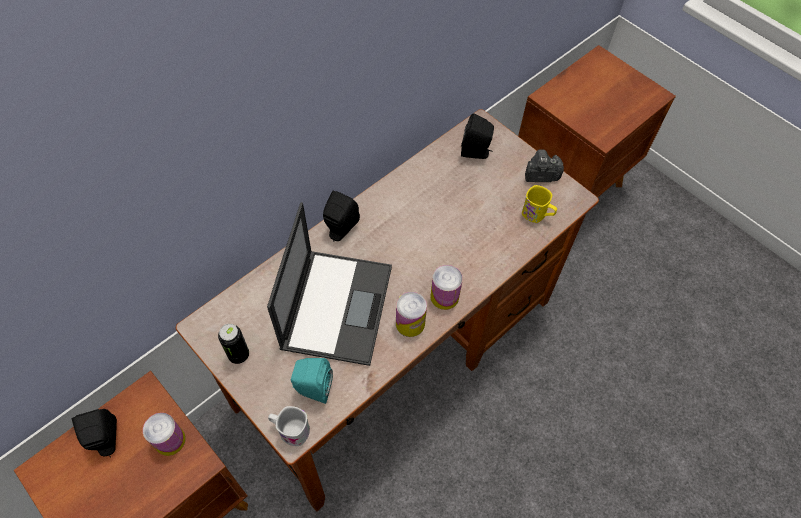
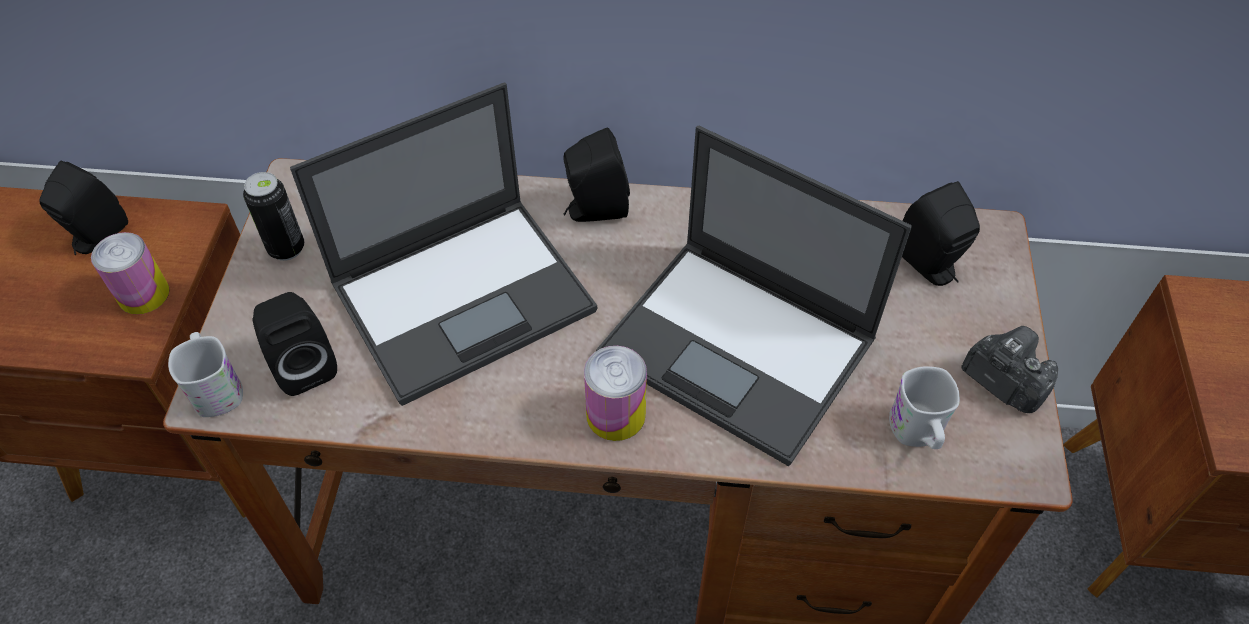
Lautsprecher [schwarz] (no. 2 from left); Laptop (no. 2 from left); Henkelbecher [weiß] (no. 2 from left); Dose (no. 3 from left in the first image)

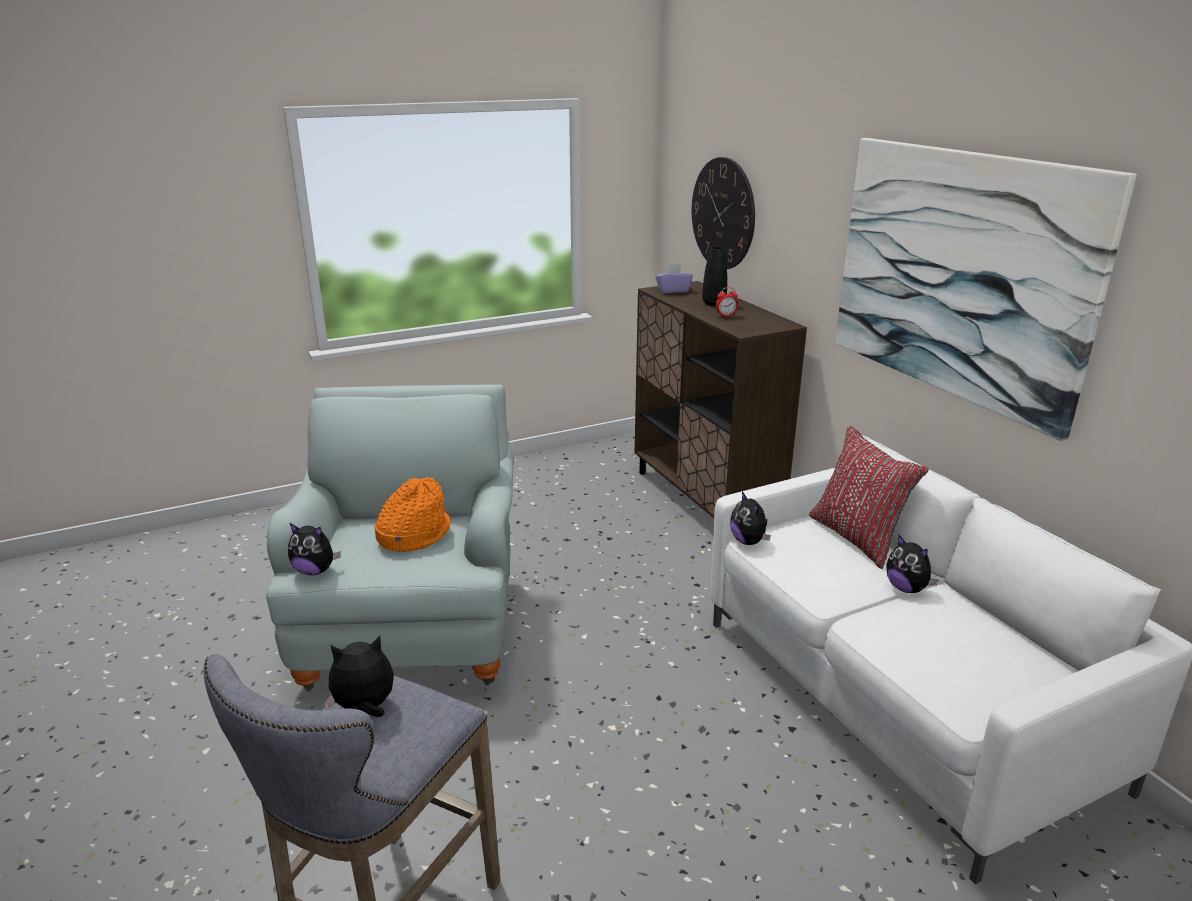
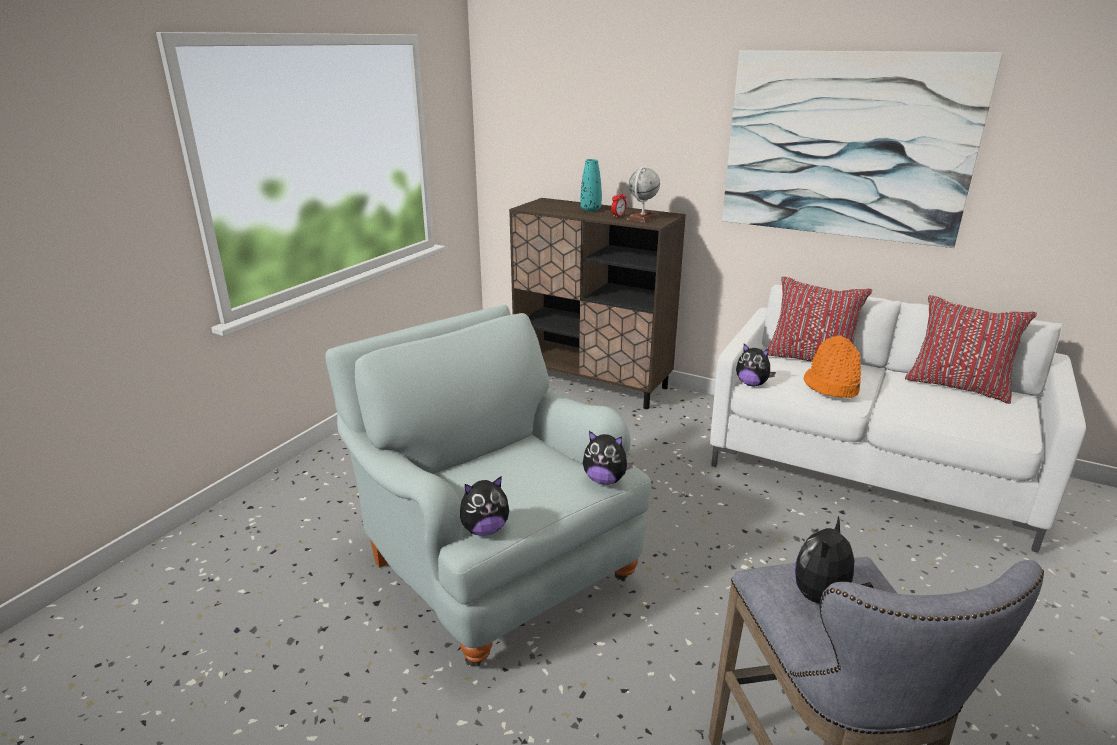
Vase [türkis]; Plüschtier (no. 2 from left); Globus; Hut [orange]; Kissen [rot] (no. 2 from left); Taschentuchbox [lila]; Wanduhr

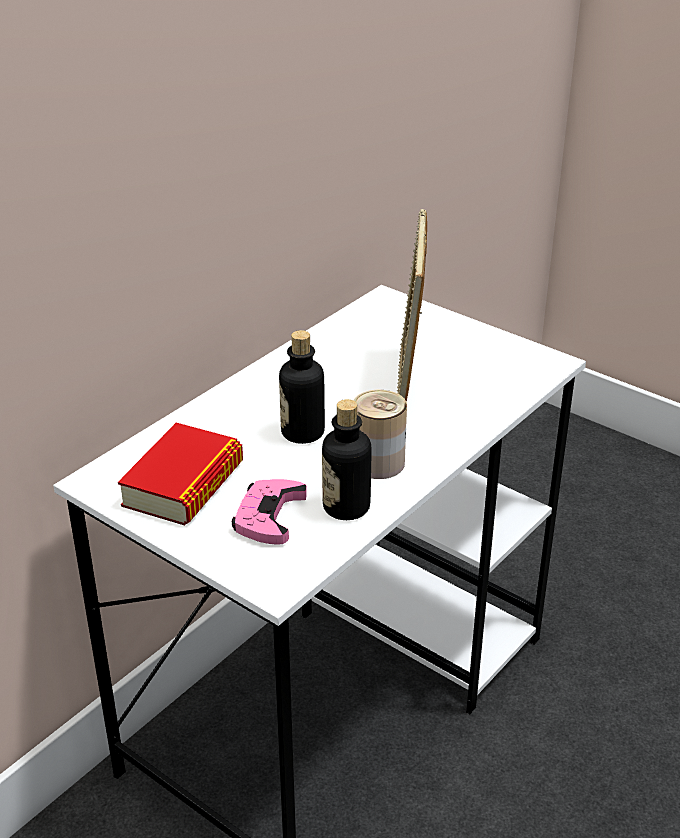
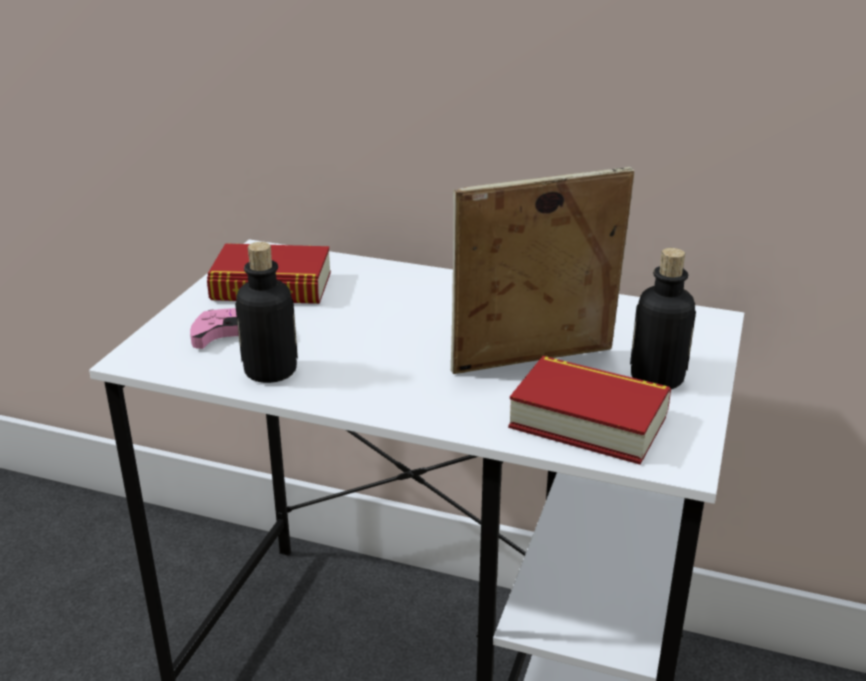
Buch (no. 2 from left); Flasche (no. 2 from left); Dose

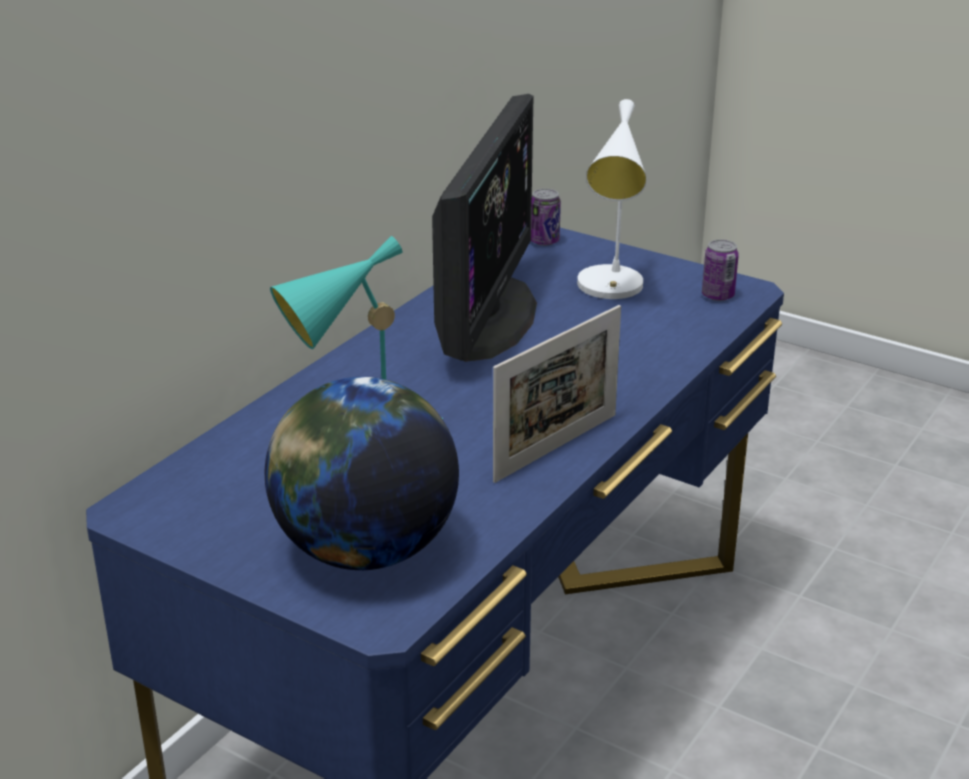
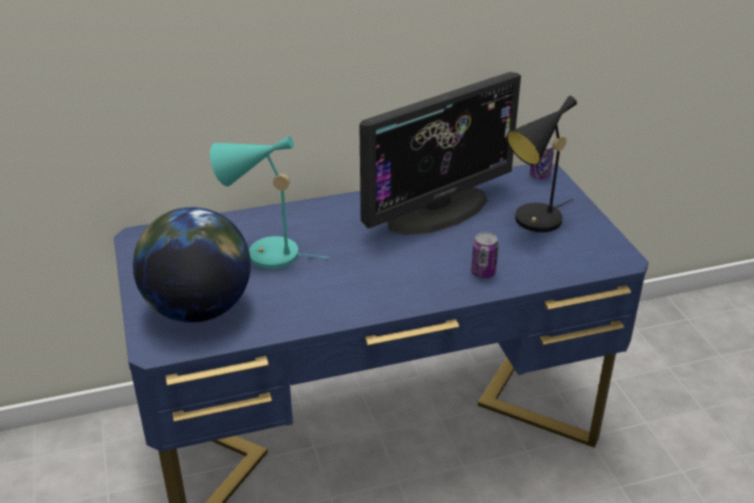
Dose (no. 1 from left); Tischlampe [schwarz]; Bilderrahmen

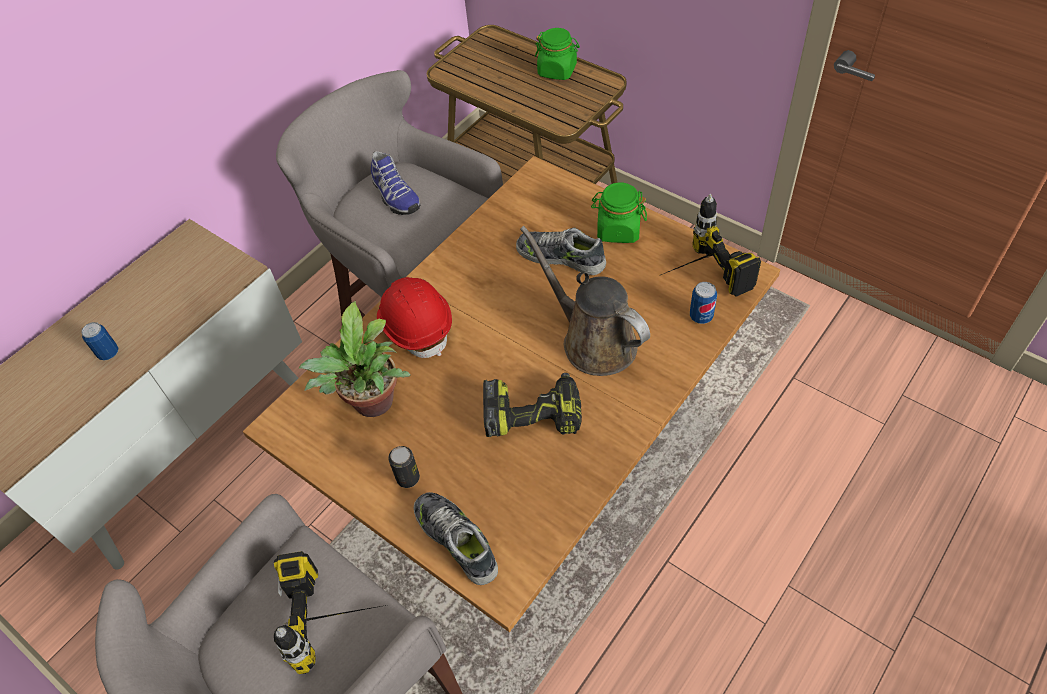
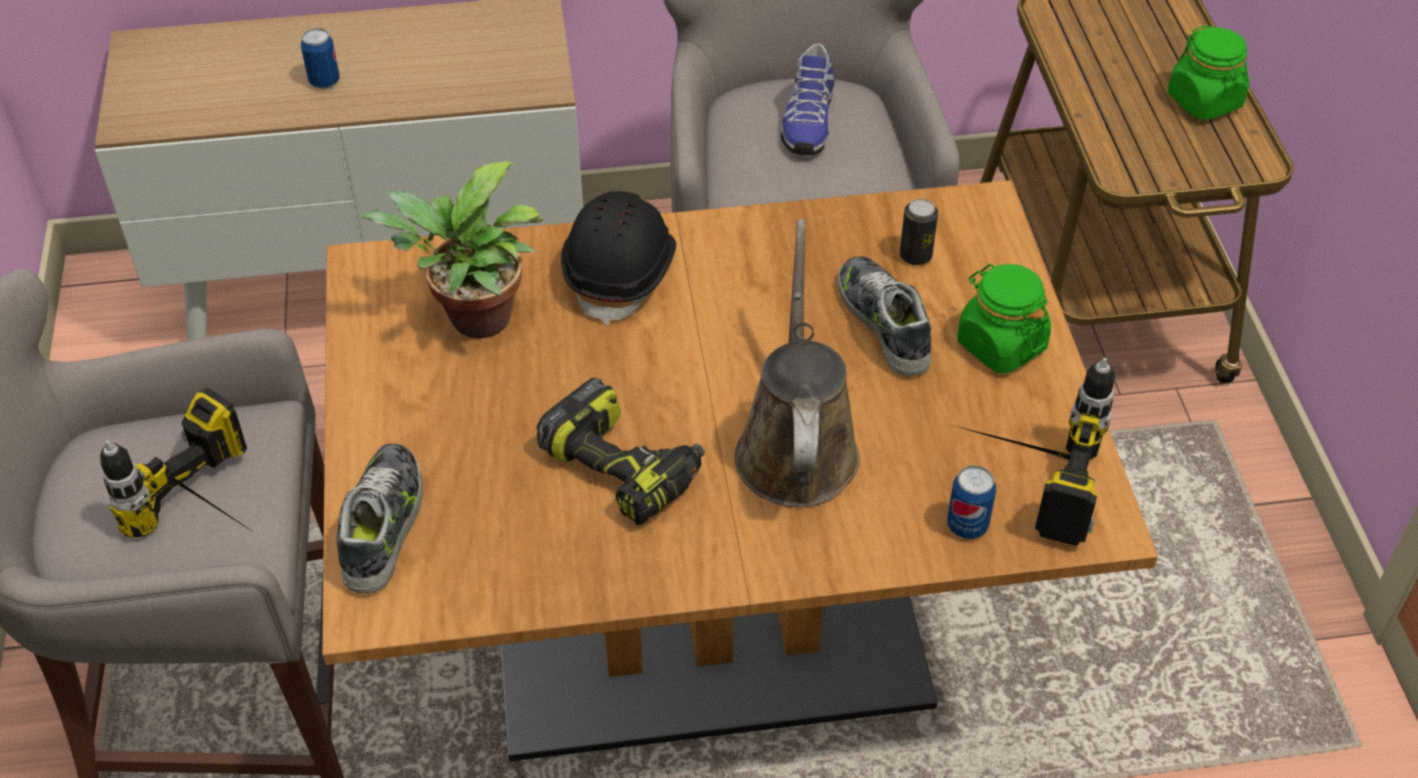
Schutzhelm [schwarz]; Dose (no. 2 from left)

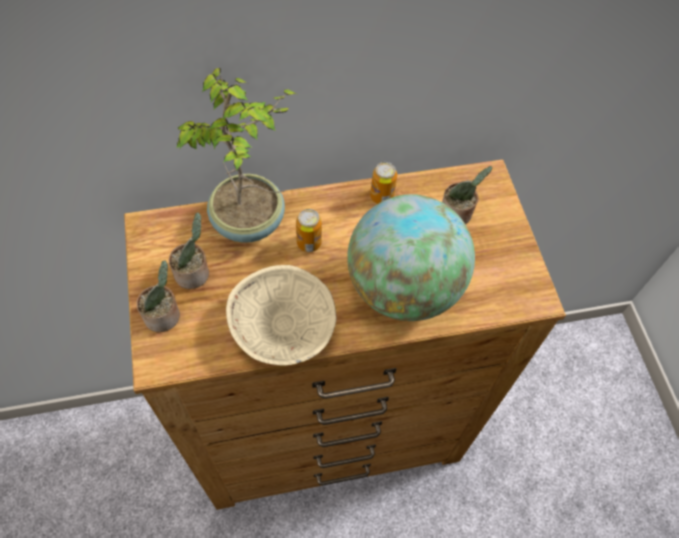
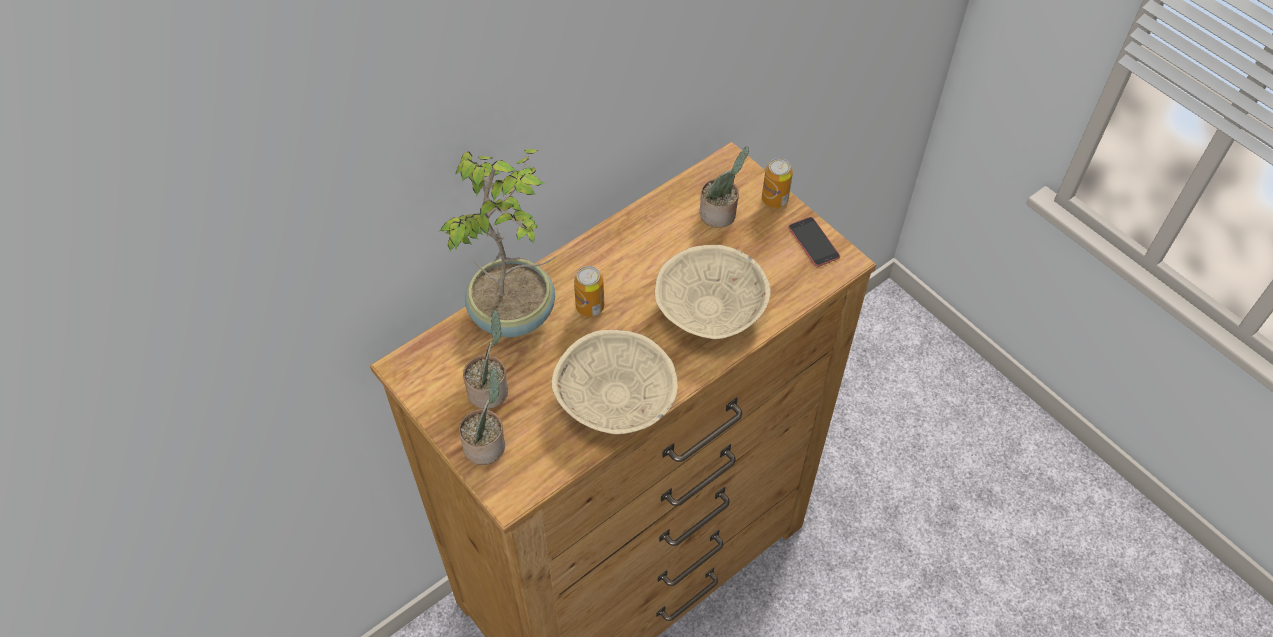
Schüssel [beige] (no. 2 from left); Dose (no. 2 from left); Handy

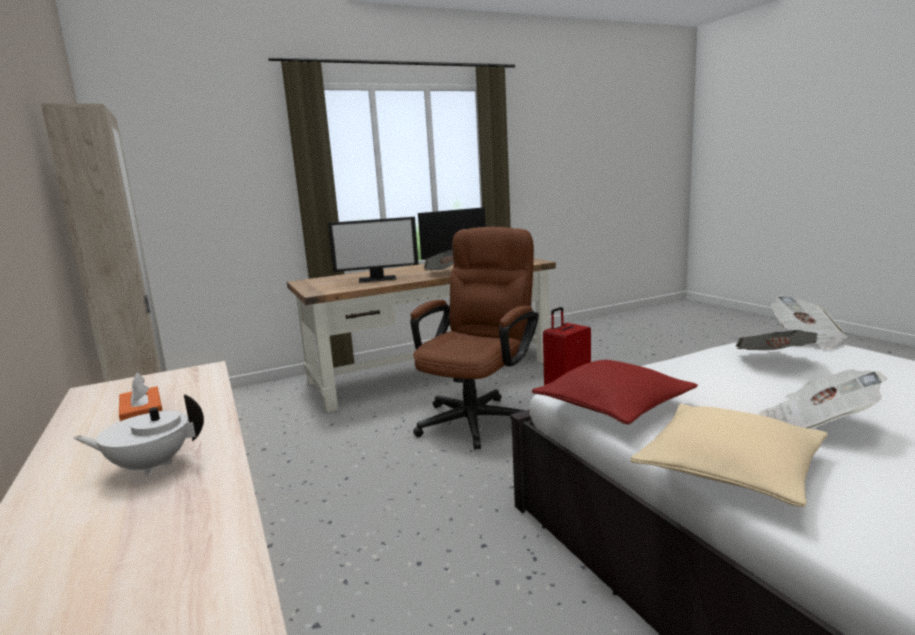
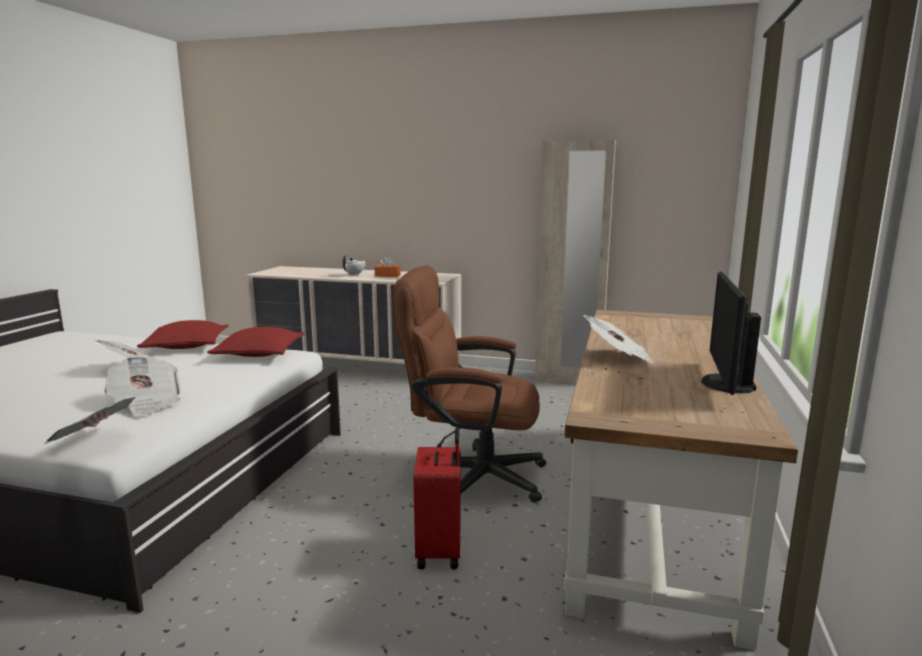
Kissen [rot] (no. 1 from left); Bürostuhl [braun]; Monitor (no. 1 from left in the first image)

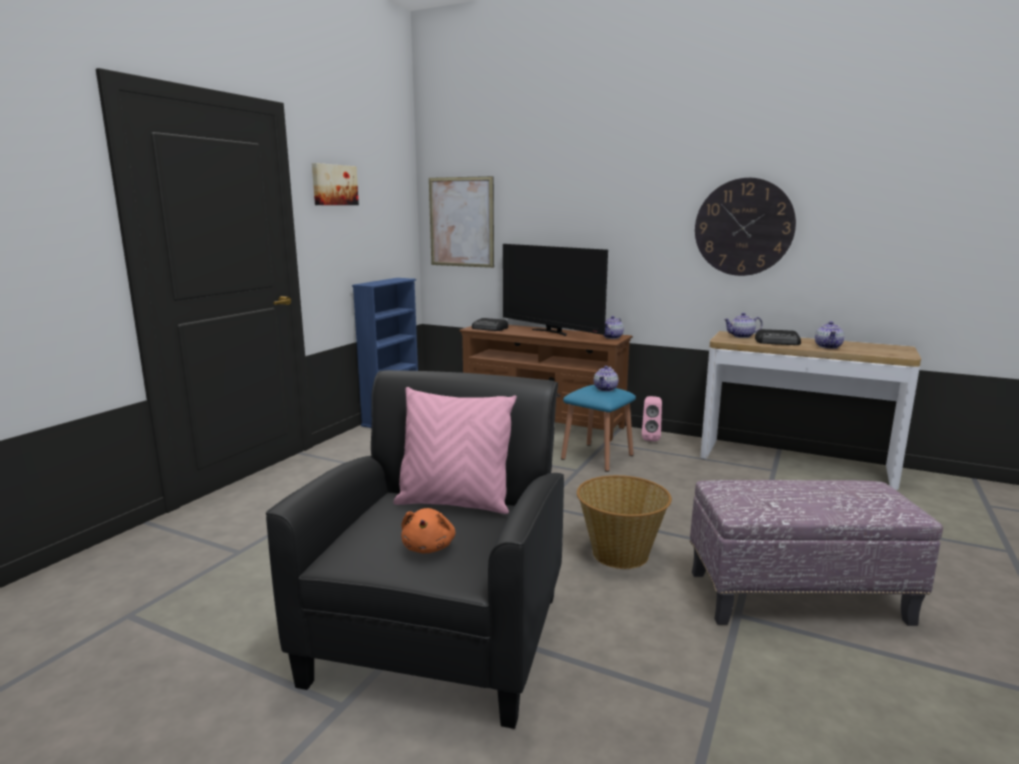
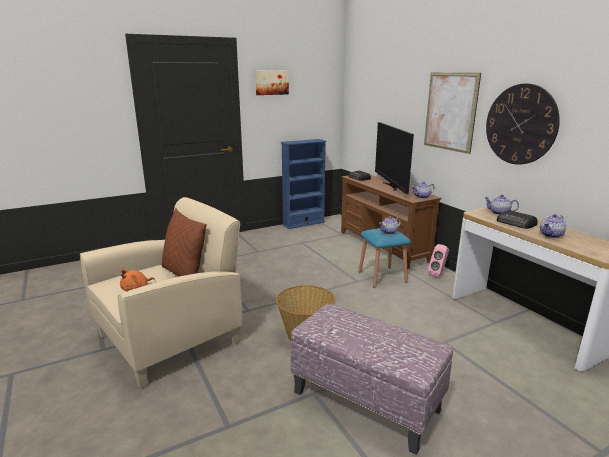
Sessel [beige]; Kissen [braun]; Bild (no. 2 from left)

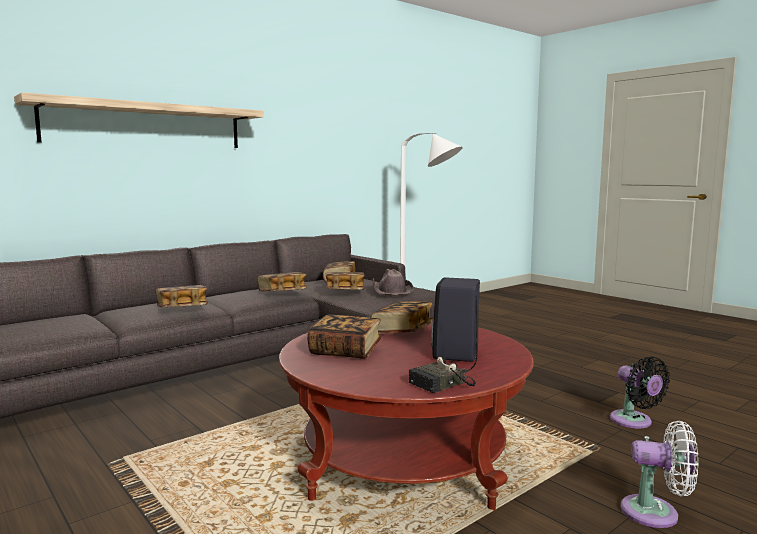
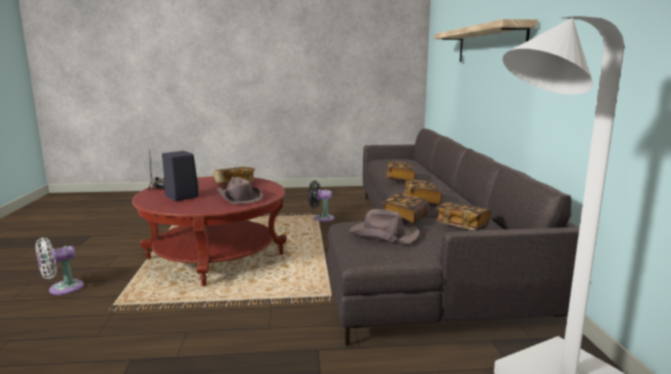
Hut [braun] (no. 1 from left); Ventilator [schwarz]

